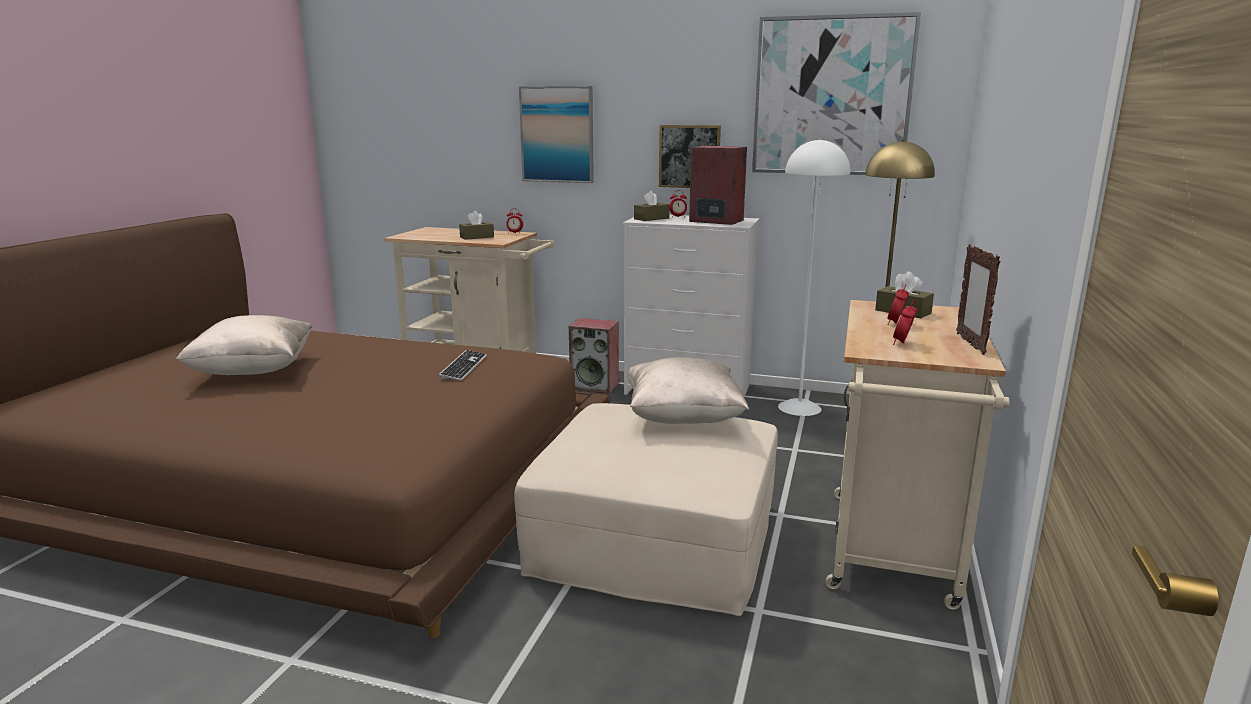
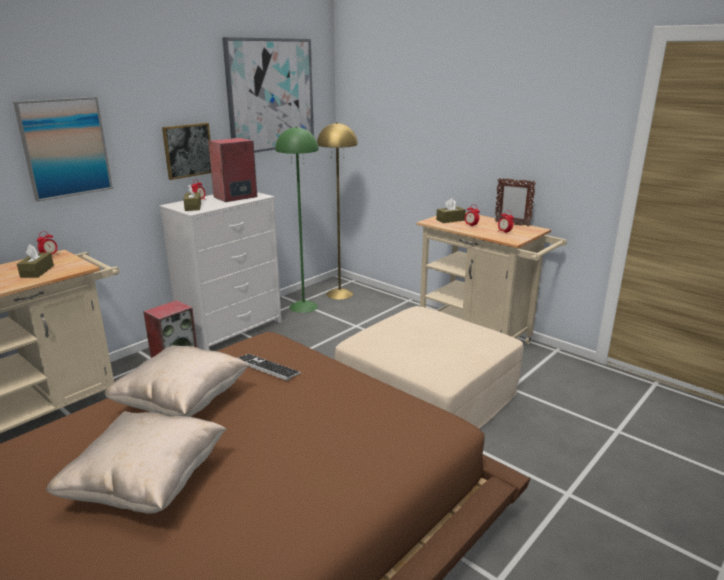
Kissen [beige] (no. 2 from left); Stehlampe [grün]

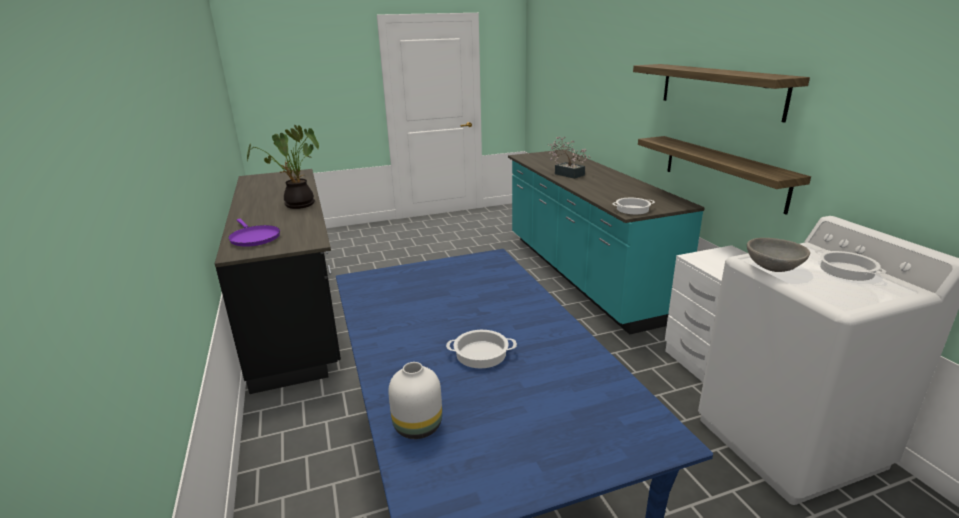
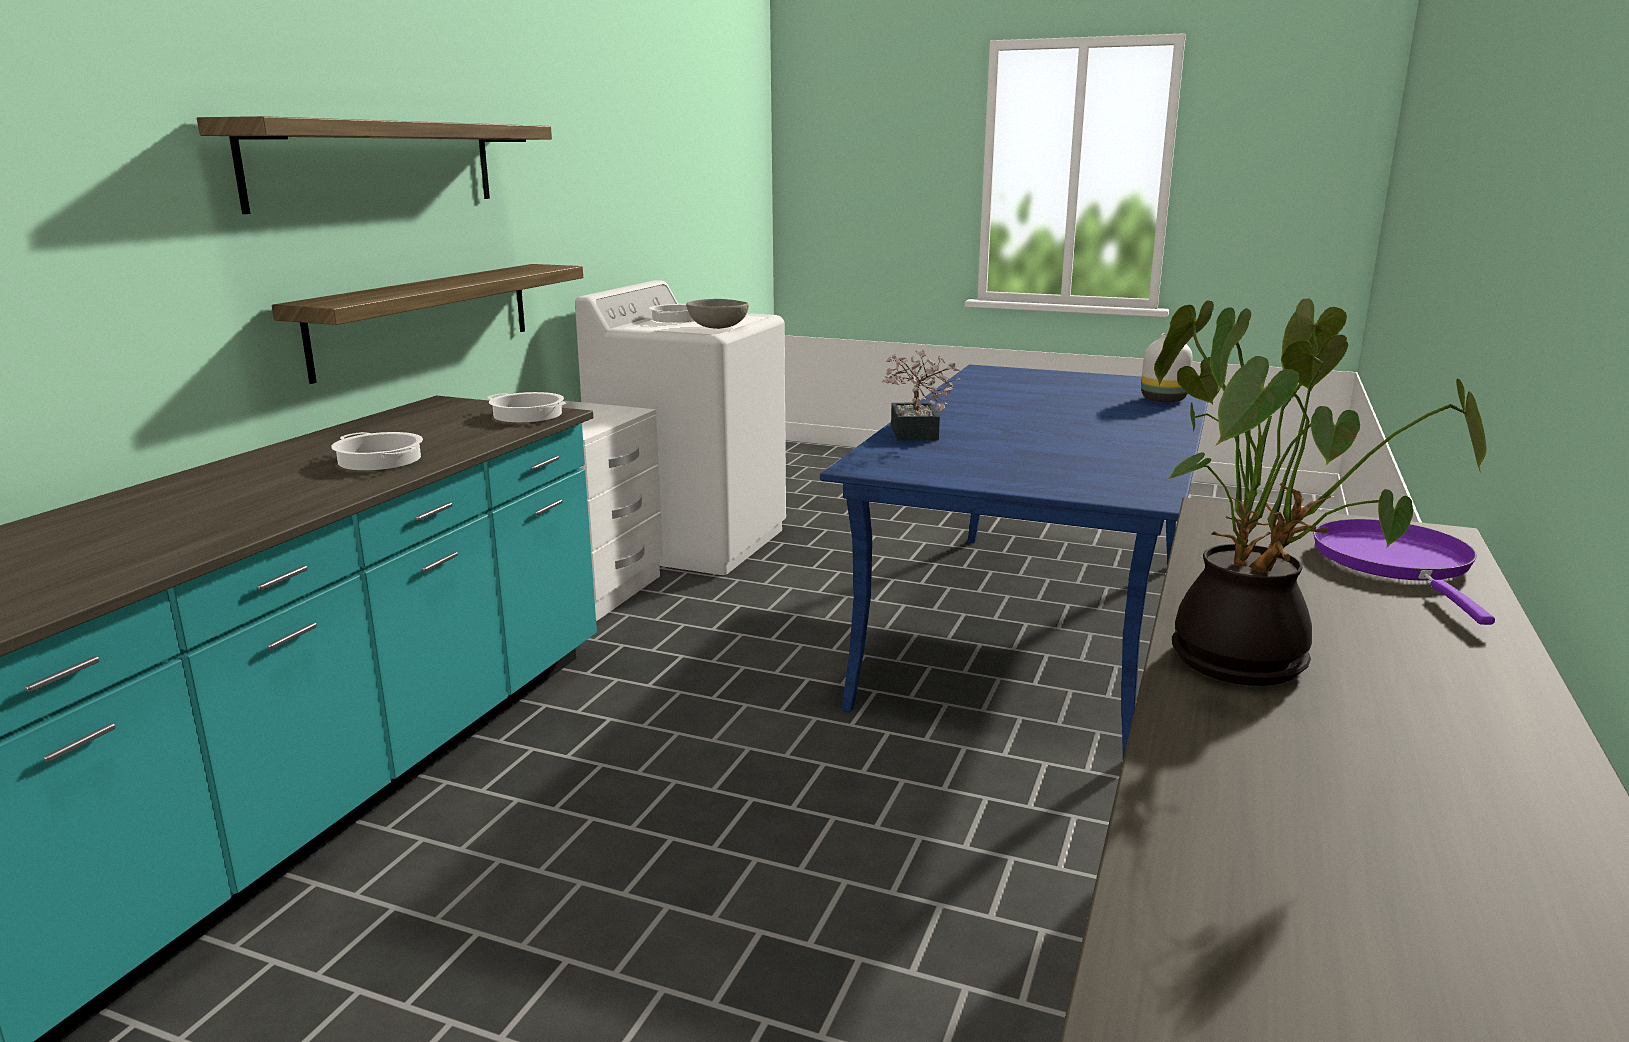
Kochtopf (no. 1 from left); Topfpflanze (no. 1 from left)

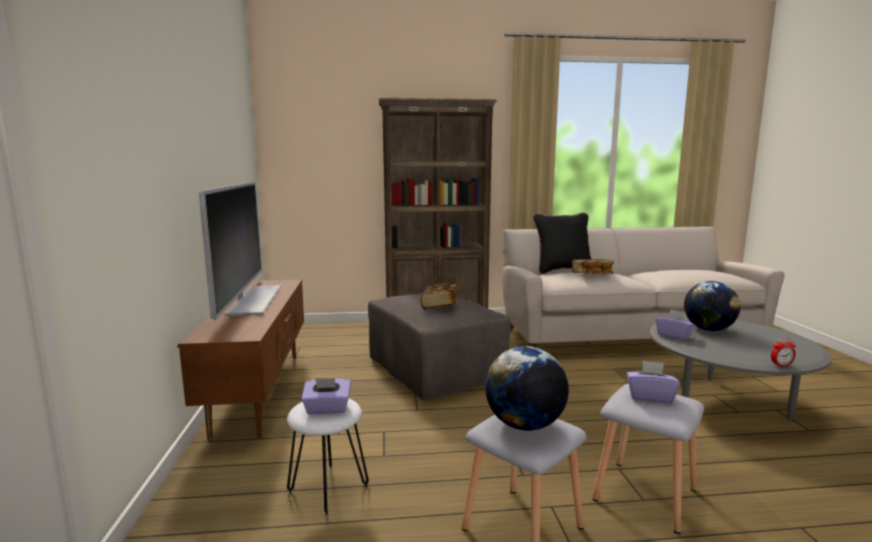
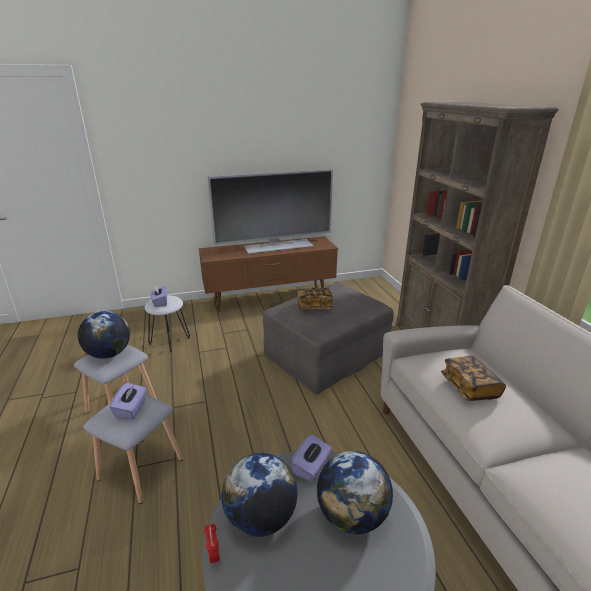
Globus (no. 2 from left); Kissen [schwarz]

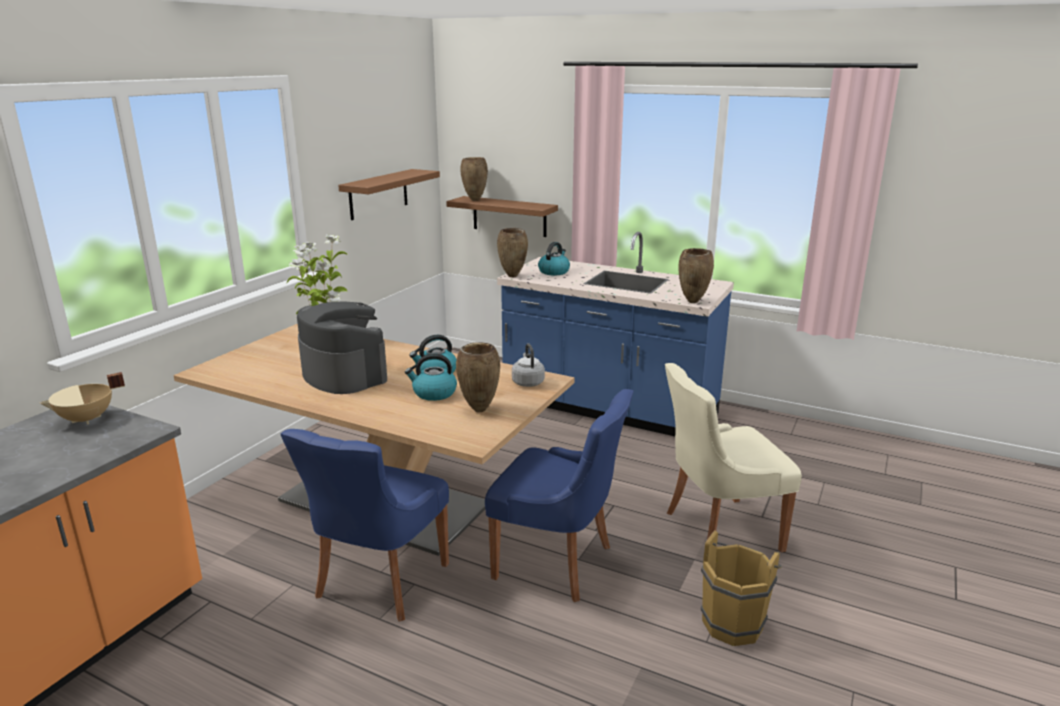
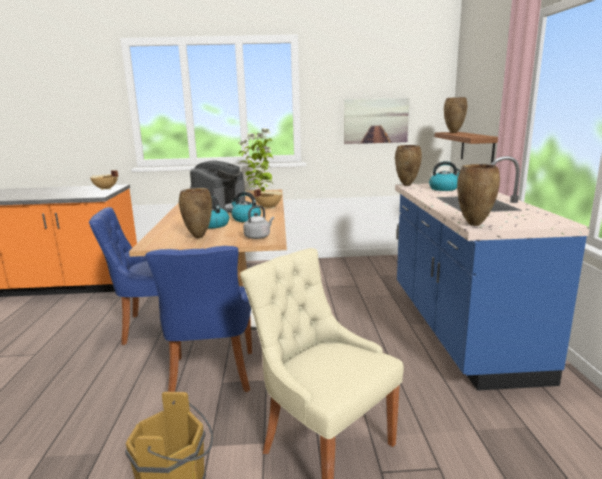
Kochtopf [beige] (no. 2 from left); Bild

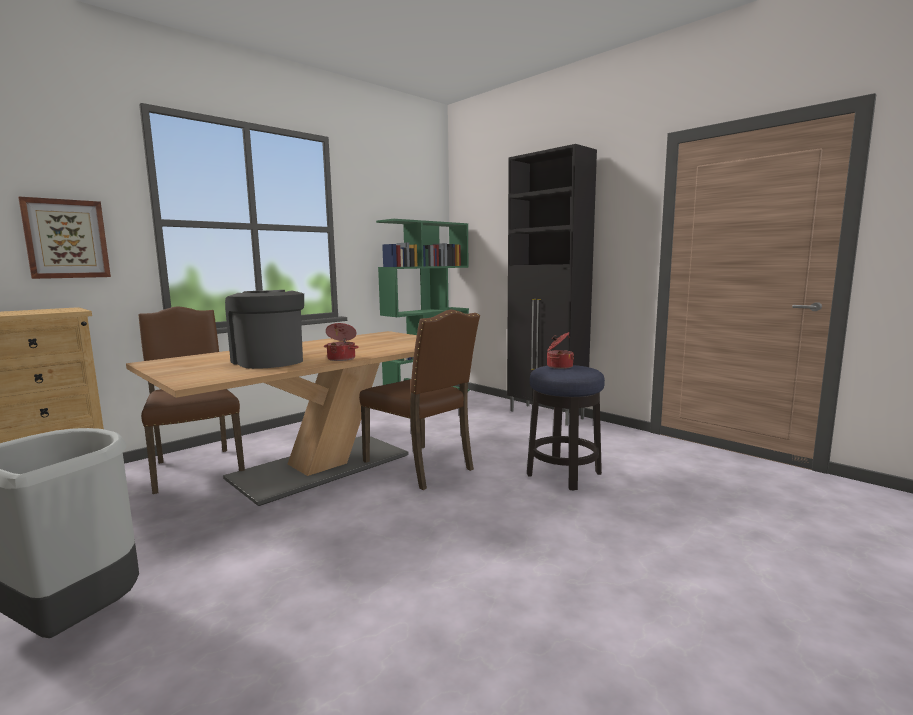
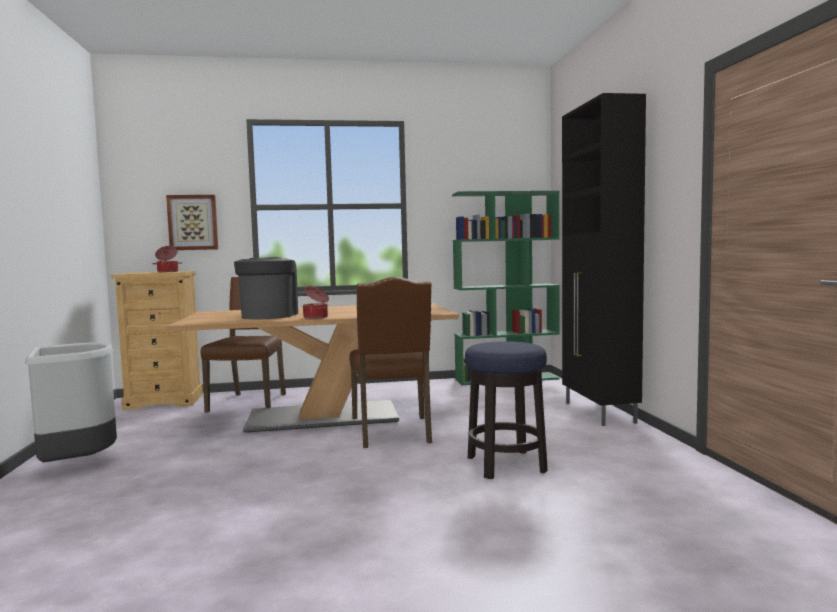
Kochtopf (no. 1 from left)

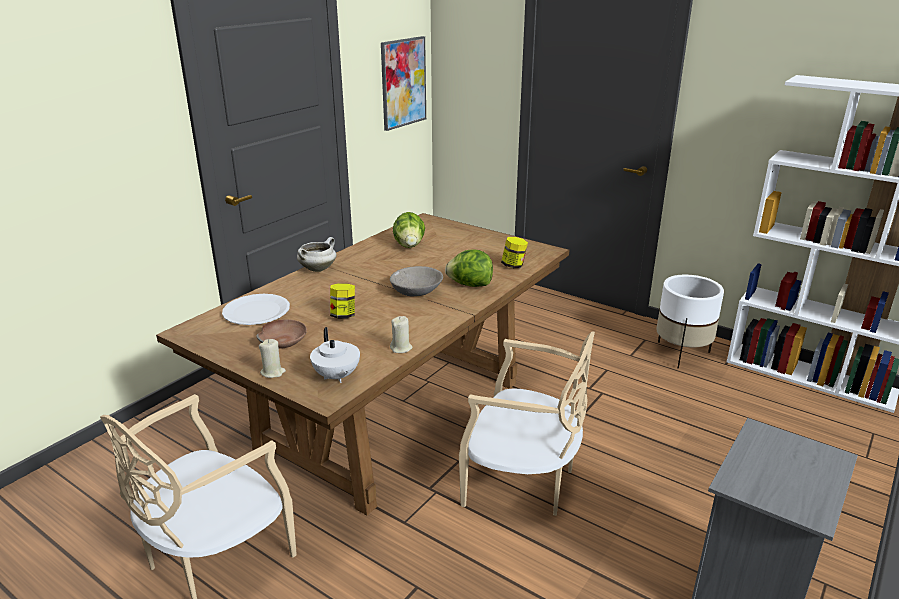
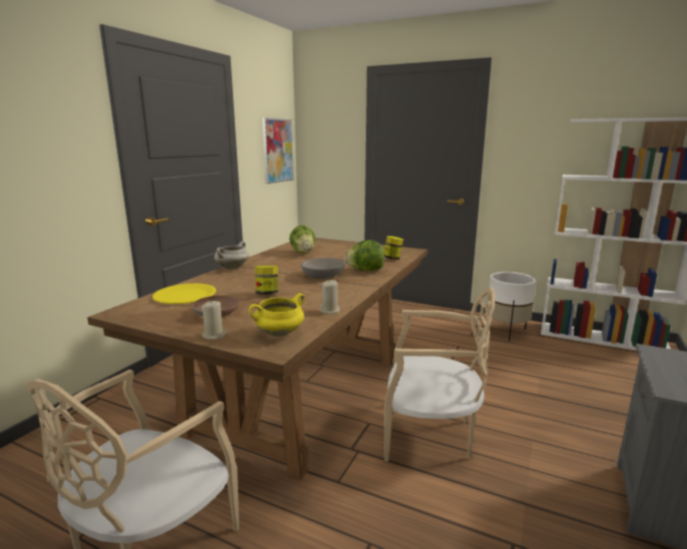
Teller [gelb]; Kochtopf [gelb]

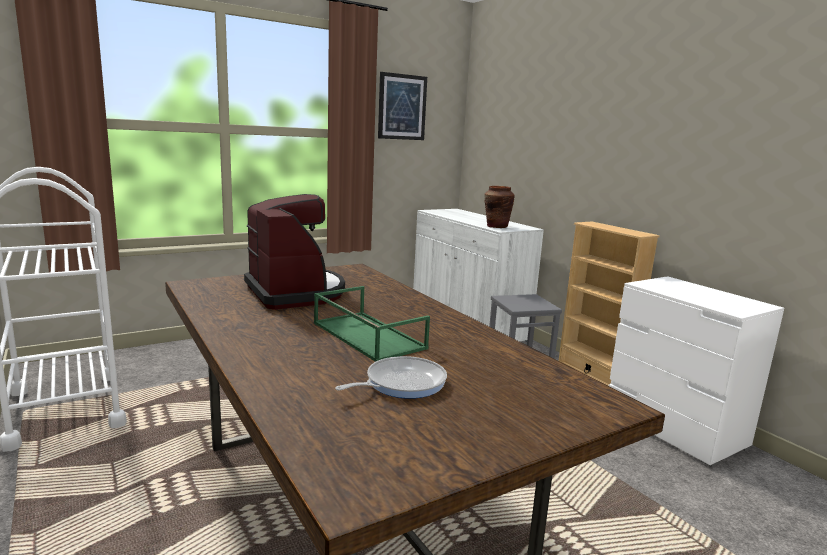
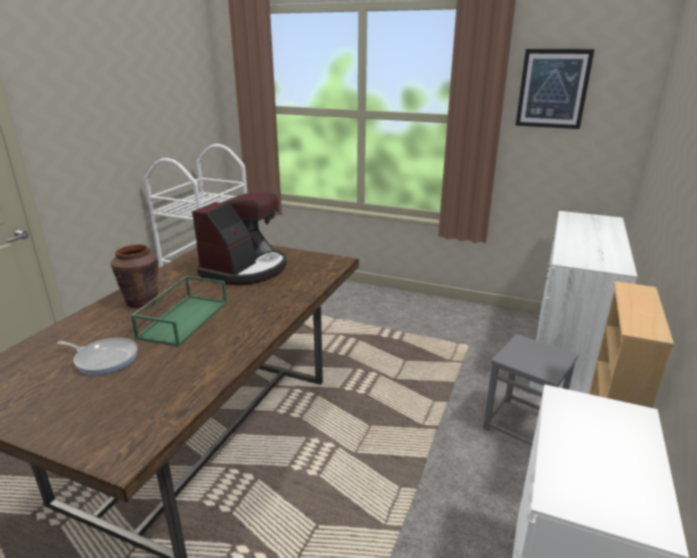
Vase [braun]

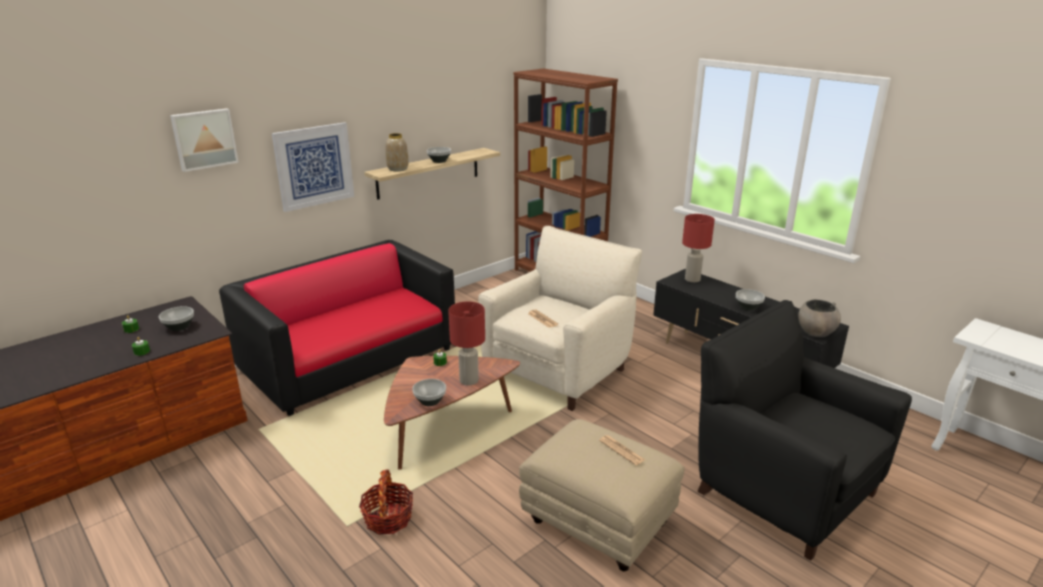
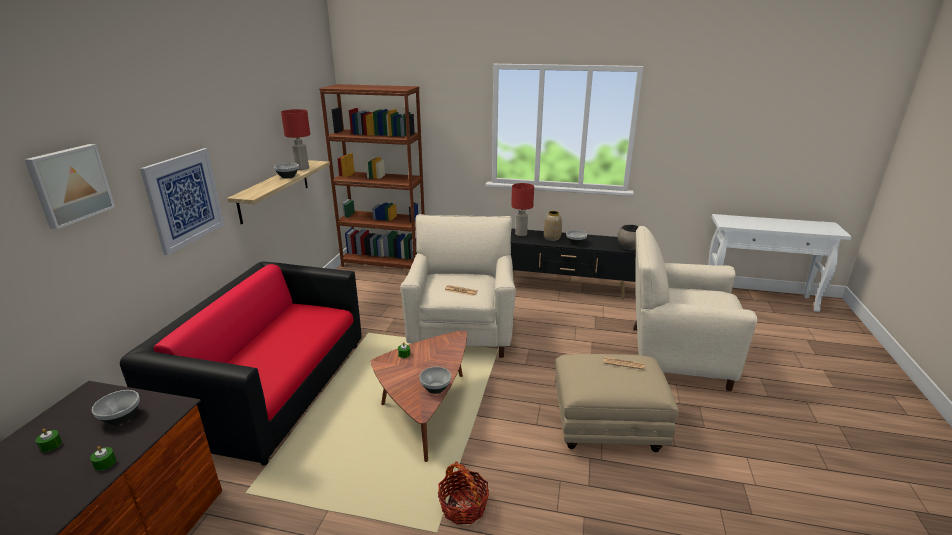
Tischlampe [rot] (no. 1 from left); Vase; Sessel [beige] (no. 2 from left)

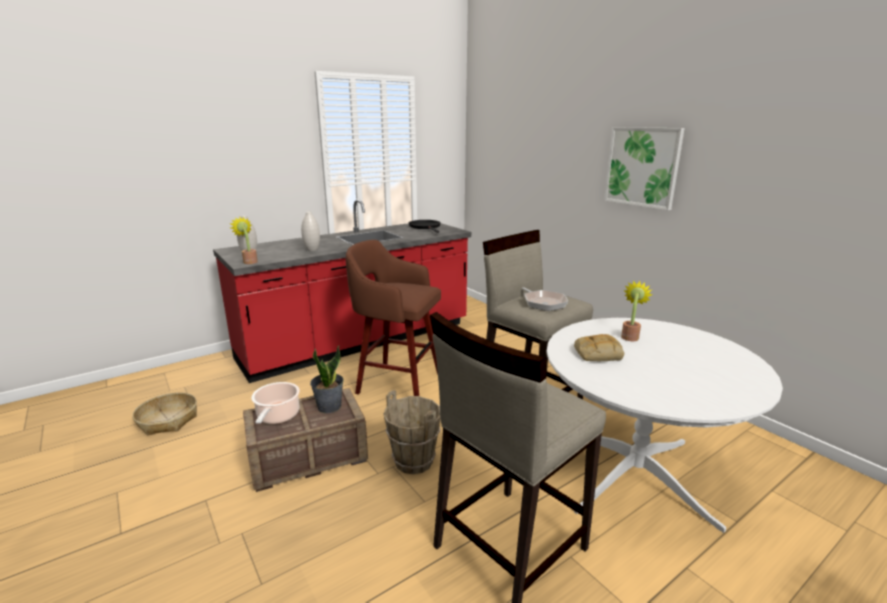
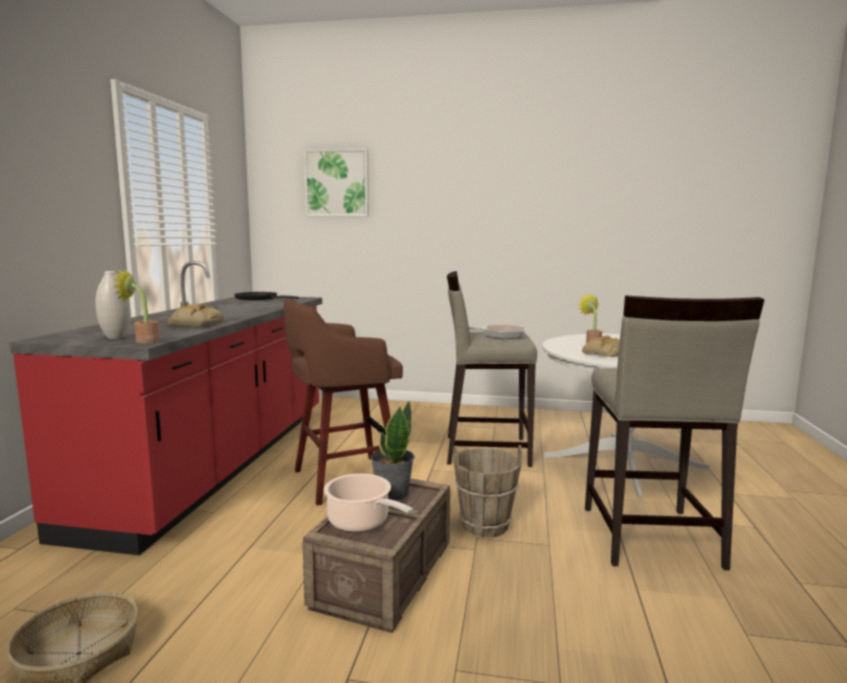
Brot (no. 1 from left); Bild

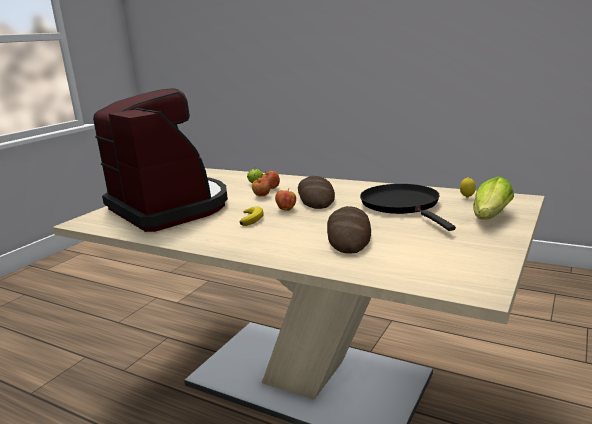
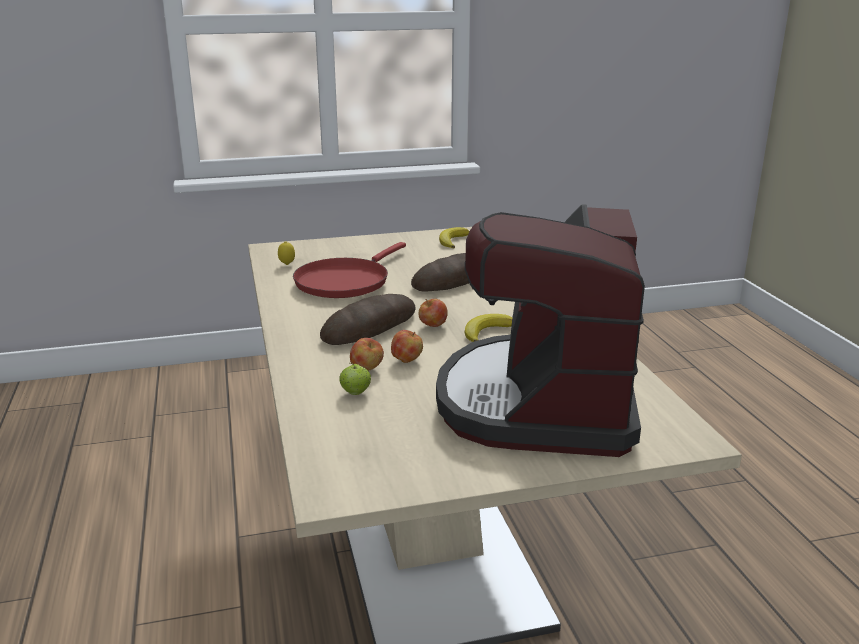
Pfanne [rot]; Banane (no. 1 from left); Salatkopf

